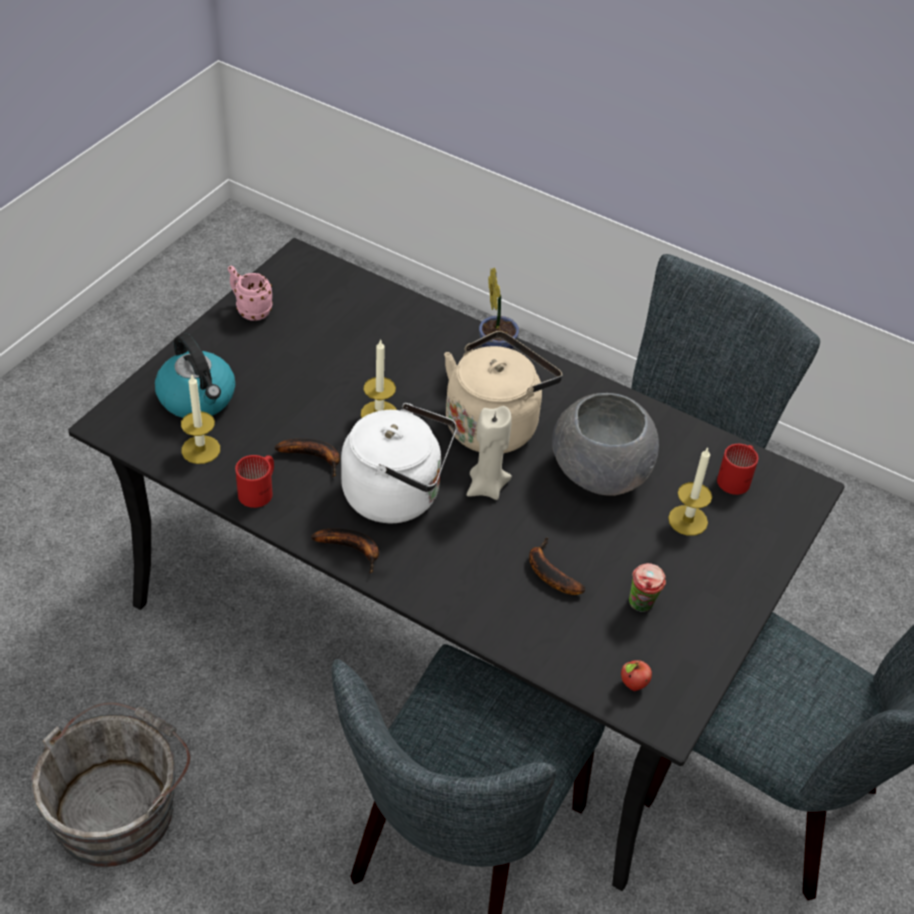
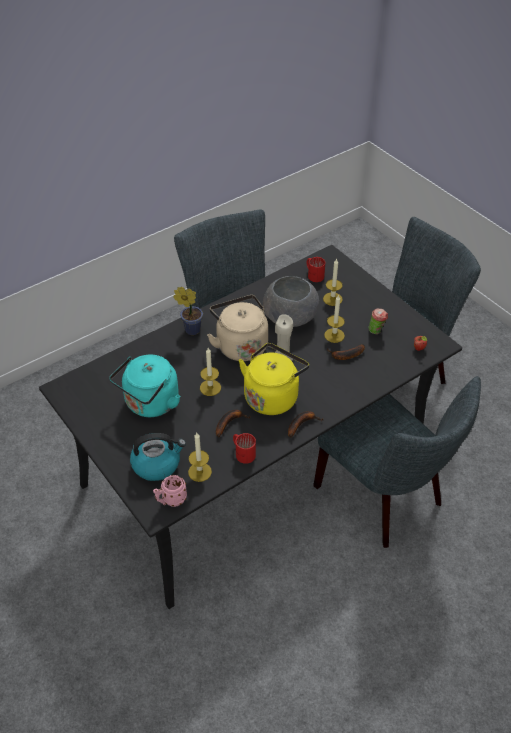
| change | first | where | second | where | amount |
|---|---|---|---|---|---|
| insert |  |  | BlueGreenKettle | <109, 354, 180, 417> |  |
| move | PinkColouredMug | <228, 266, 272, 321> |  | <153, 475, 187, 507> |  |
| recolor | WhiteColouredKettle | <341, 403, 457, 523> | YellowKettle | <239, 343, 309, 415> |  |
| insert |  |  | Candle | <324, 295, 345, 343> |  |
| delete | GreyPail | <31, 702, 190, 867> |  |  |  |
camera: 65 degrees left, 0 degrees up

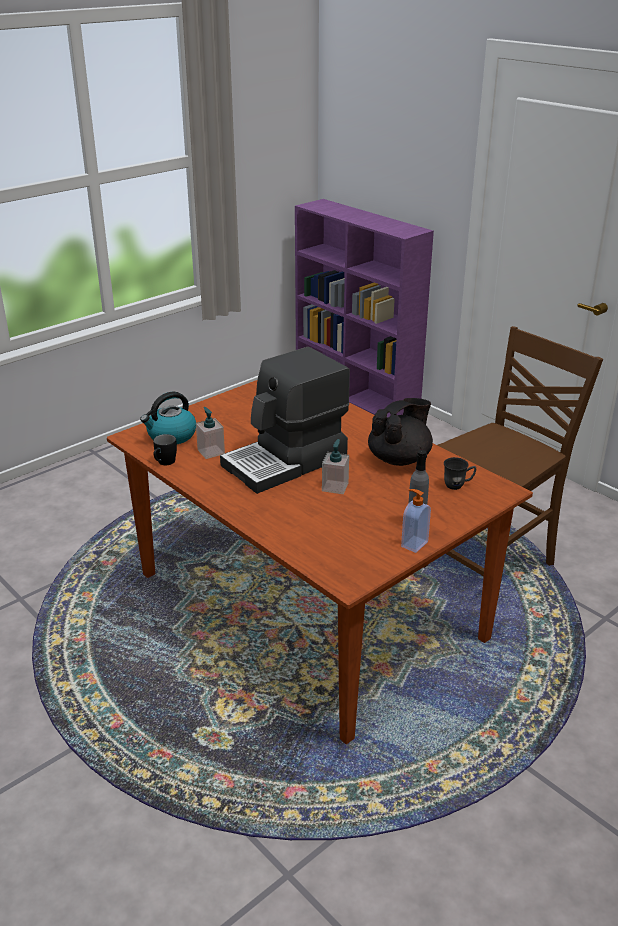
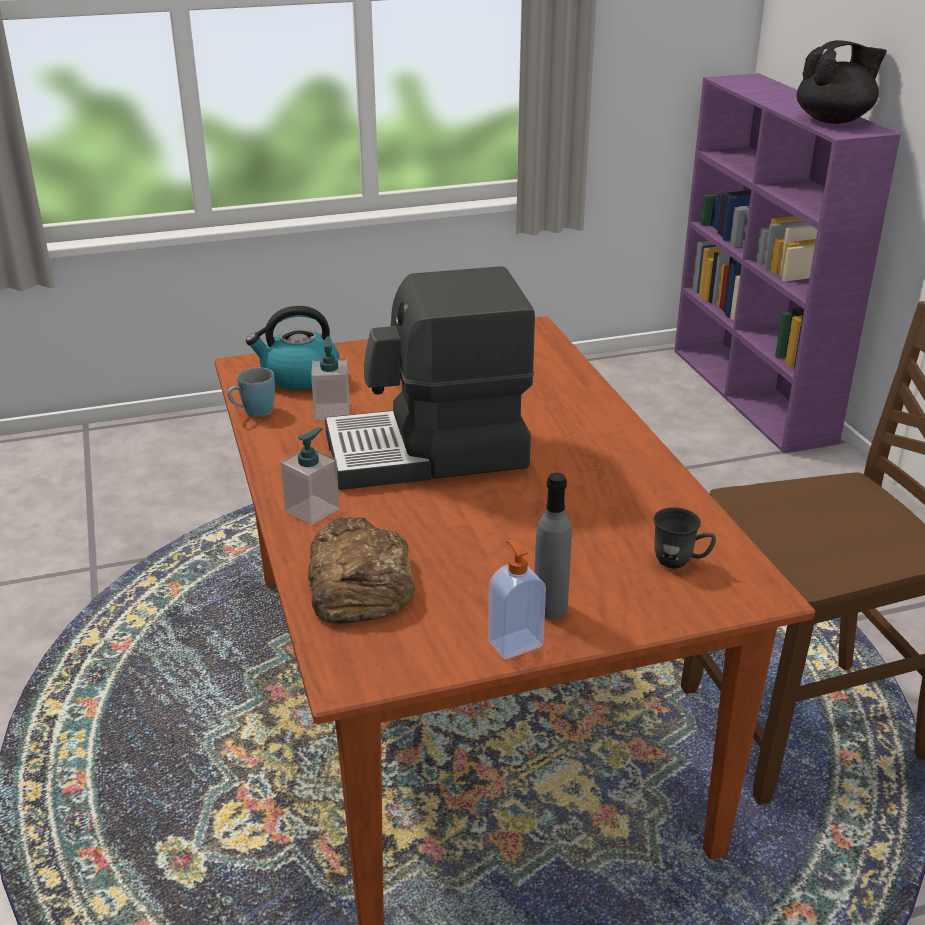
| change | first | where | second | where | amount |
|---|---|---|---|---|---|
| recolor | BlackishMug | <153, 434, 177, 465> | BluishMug | <227, 367, 275, 417> |  |
| move | SoapDispenser | <322, 439, 349, 494> |  | <280, 427, 340, 525> |  |
| insert |  |  | BakeryBread | <308, 517, 415, 624> |  |
| move | BlackishTeaPot | <368, 398, 433, 466> |  | <797, 40, 887, 124> |  |
camera: 25 degrees right, 0 degrees up

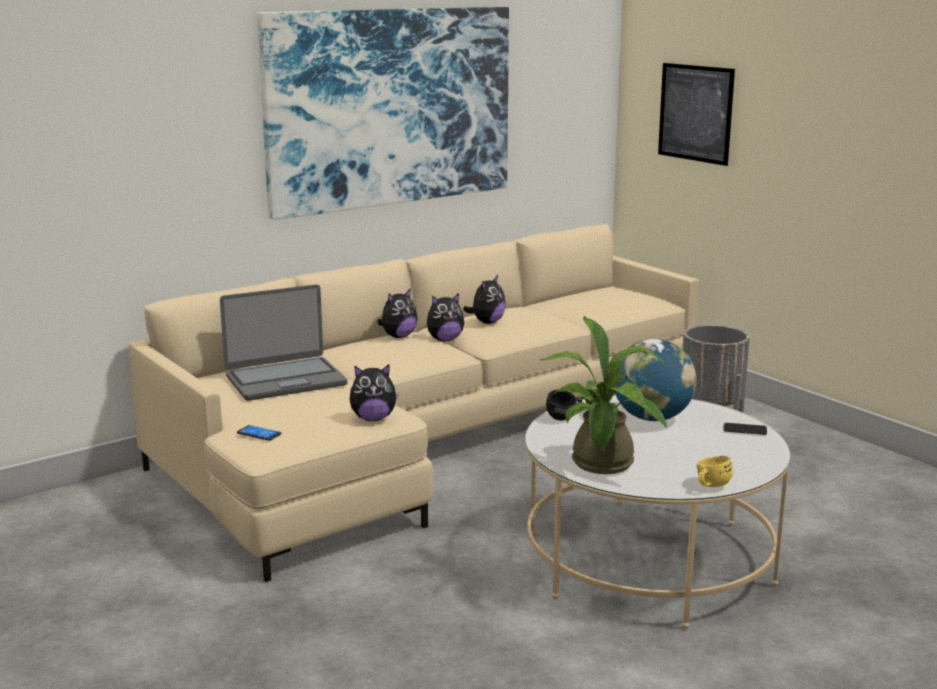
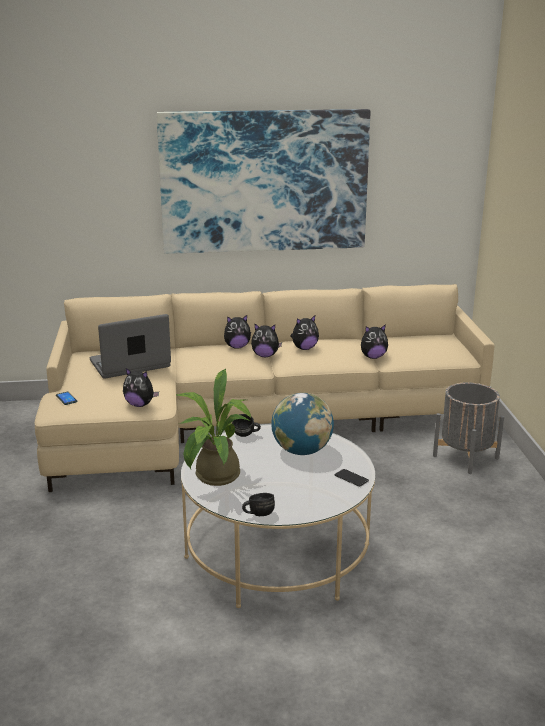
| change | first | where | second | where | amount |
|---|---|---|---|---|---|
| rotate | Laptop | <220, 284, 348, 401> |  | <90, 314, 171, 379> | 150 degrees clockwise |
| recolor | YellowMug | <696, 456, 733, 487> | BlackishMug | <242, 493, 275, 516> |  |
| insert |  |  | PlushToy | <361, 324, 388, 359> |  |
| delete | Picture | <658, 63, 735, 166> |  |  |  |
camera: 30 degrees right, 5 degrees up

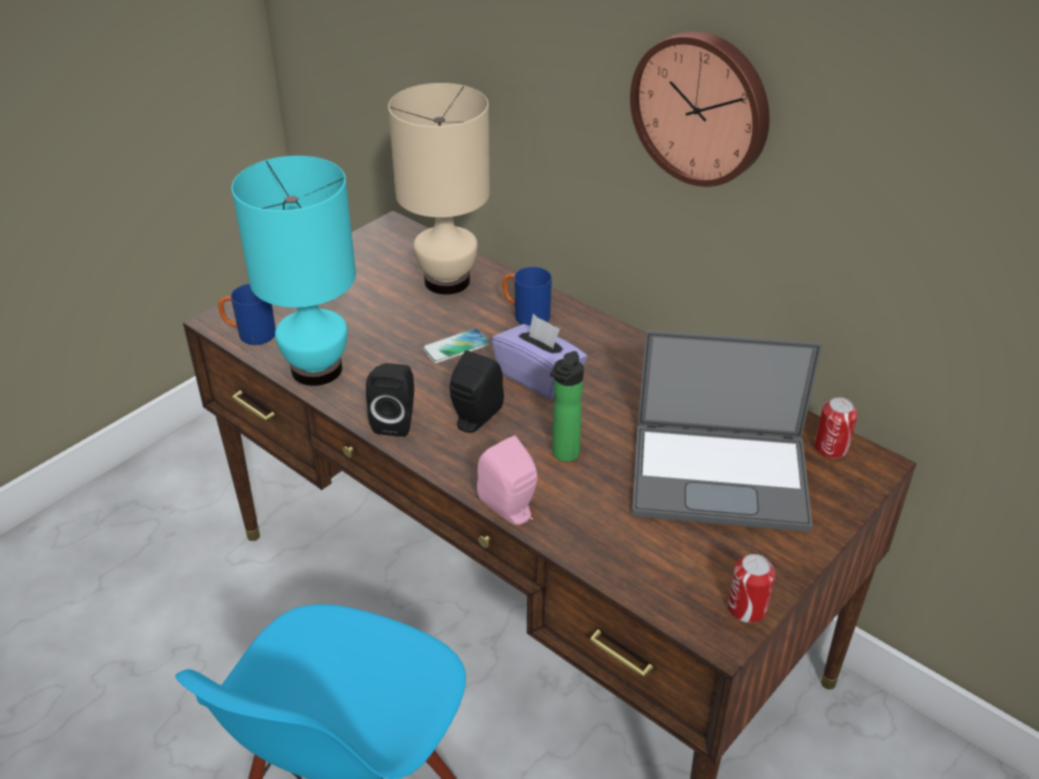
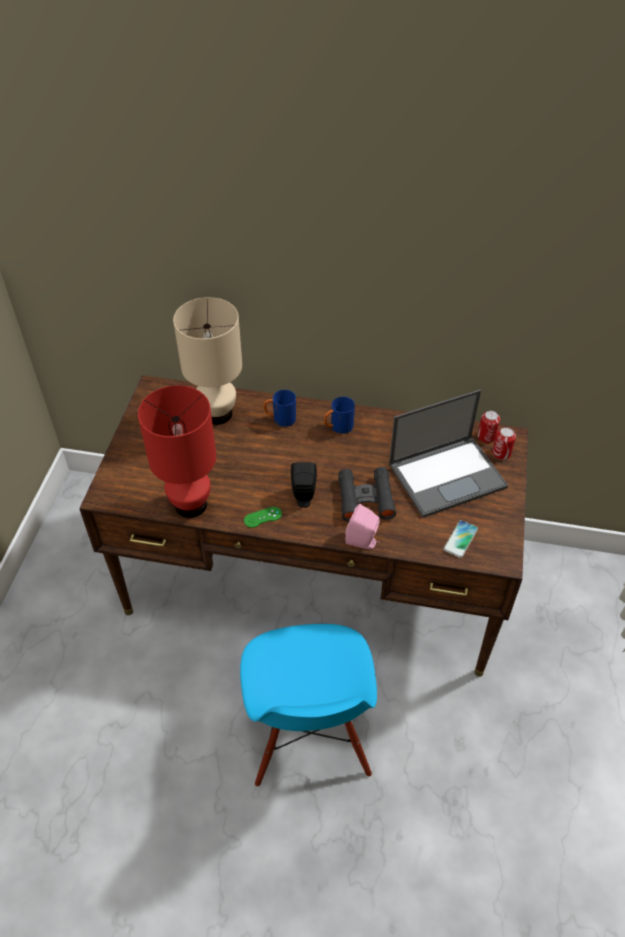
| change | first | where | second | where | amount |
|---|---|---|---|---|---|
| recolor | BlueGreenTabletopLamp | <231, 156, 356, 386> | RedTabletopLamp | <138, 385, 216, 518> |  |
| replace | BlackishLoudspeaker | <366, 363, 414, 437> | GreenColouredGameController | <244, 507, 282, 528> |  |
| move | BluishMug | <218, 284, 276, 345> |  | <324, 397, 355, 434> |  |
| replace | DrinkBottle | <550, 351, 584, 462> | BlackishFieldGlasses | <338, 467, 396, 522> |  |
| move | Handset | <422, 328, 490, 363> |  | <443, 520, 478, 558> |  |
| move | MetalCan | <728, 554, 775, 623> |  | <492, 427, 516, 460> |  |
| delete | PurplishTissueHolder | <491, 314, 587, 400> |  |  |  |
| delete | WallClock | <630, 31, 770, 187> |  |  |  |
camera: 30 degrees left, 10 degrees up

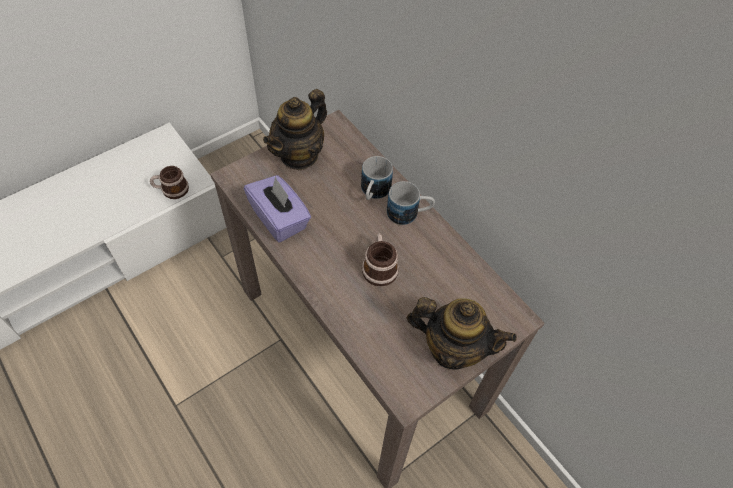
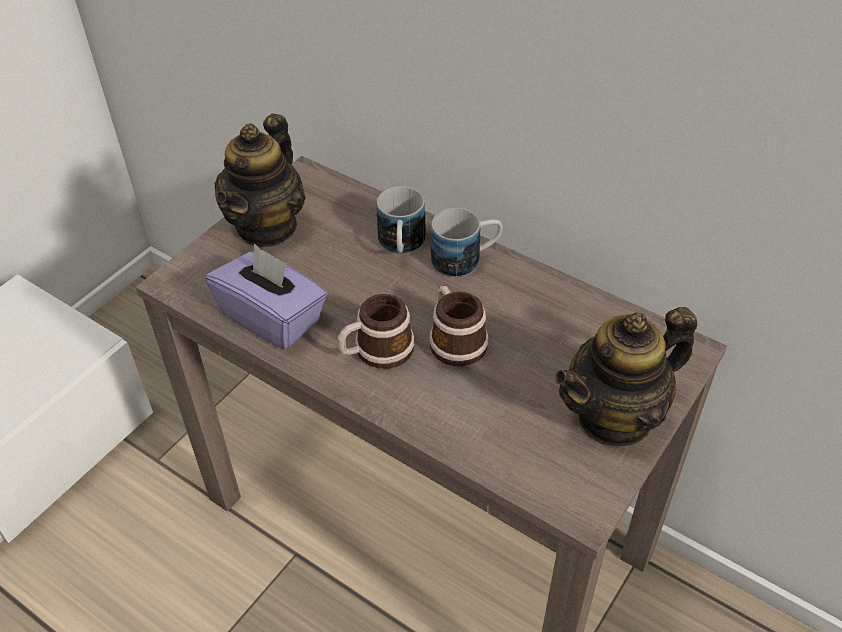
| change | first | where | second | where | amount |
|---|---|---|---|---|---|
| move | Mug | <150, 166, 189, 199> |  | <338, 294, 415, 369> |  |
| rotate | TeaPot | <407, 297, 517, 370> |  | <555, 307, 697, 448> | 150 degrees clockwise |
camera: 15 degrees left, 10 degrees down

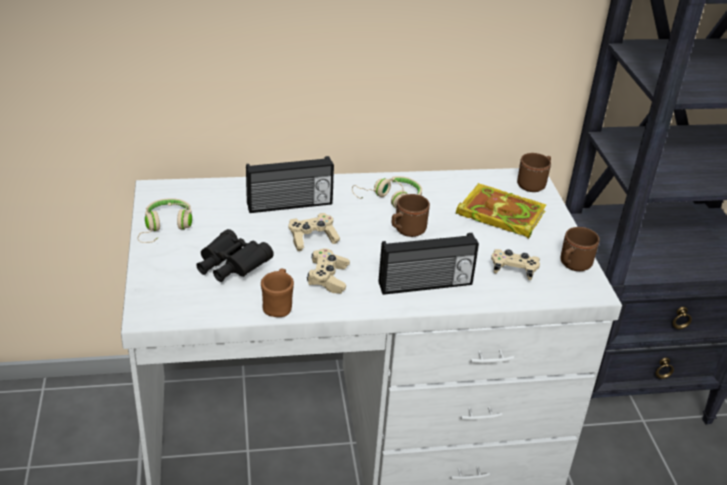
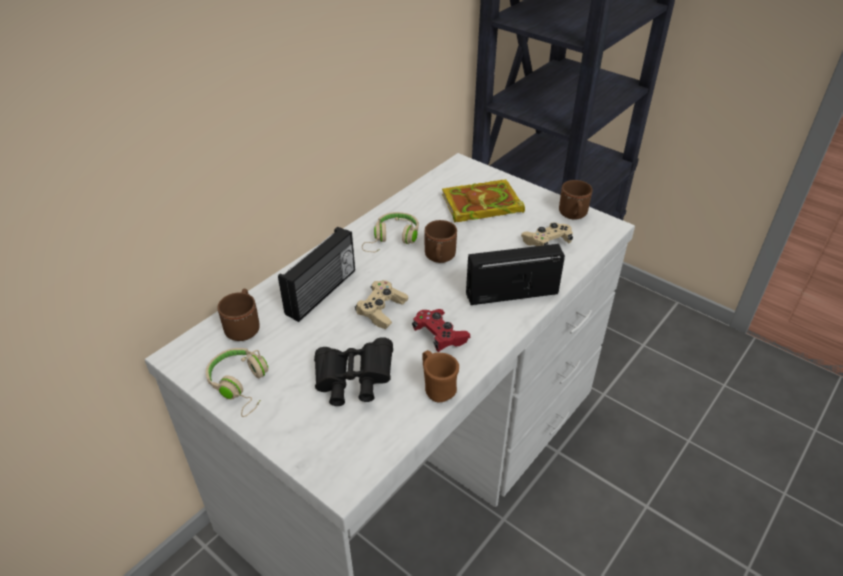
| change | first | where | second | where | amount |
|---|---|---|---|---|---|
| move | BrownishMug | <517, 153, 551, 192> |  | <217, 289, 260, 341> |  |
| recolor | SandColouredGameController | <307, 248, 350, 294> | RedGameController | <412, 309, 470, 352> |  |
| rotate | RadioReceiver | <378, 233, 479, 295> |  | <466, 244, 565, 305> | 135 degrees counterclockwise |
camera: 40 degrees left, 5 degrees up

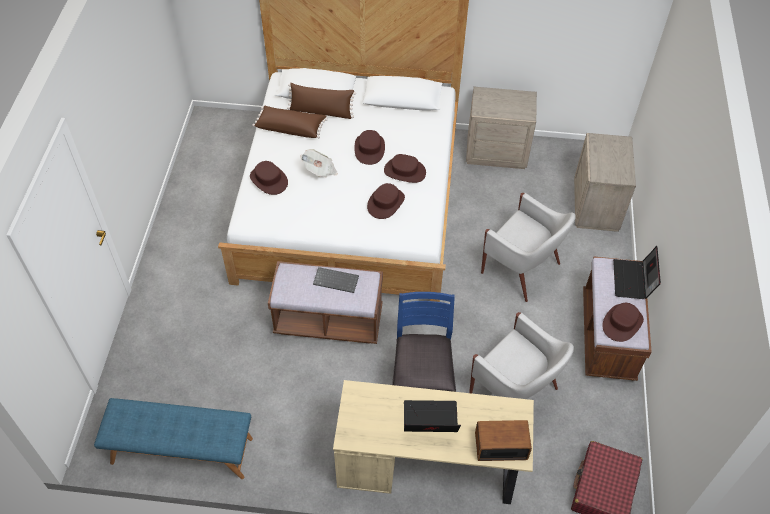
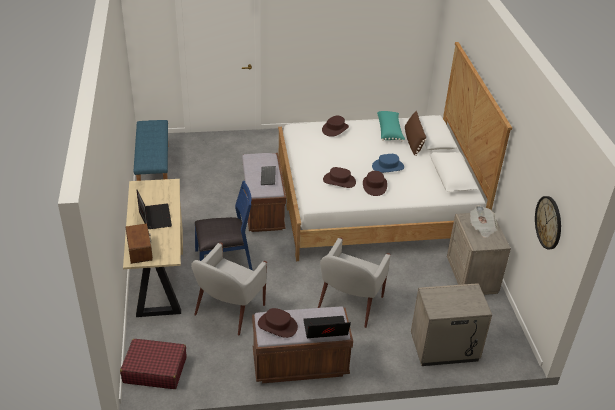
| change | first | where | second | where | amount |
|---|---|---|---|---|---|
| recolor | BrownishClothingHat | <355, 130, 385, 165> | BluishClothingHat | <372, 154, 404, 173> |  |
| recolor | BrownishThrowPillow | <252, 106, 328, 138> | BlueGreenThrowPillow | <377, 111, 405, 142> |  |
| move | Newspaper | <300, 149, 338, 177> |  | <470, 205, 497, 238> |  |
| insert |  |  | WallClock | <535, 196, 561, 249> |  |
camera: 75 degrees right, 15 degrees down

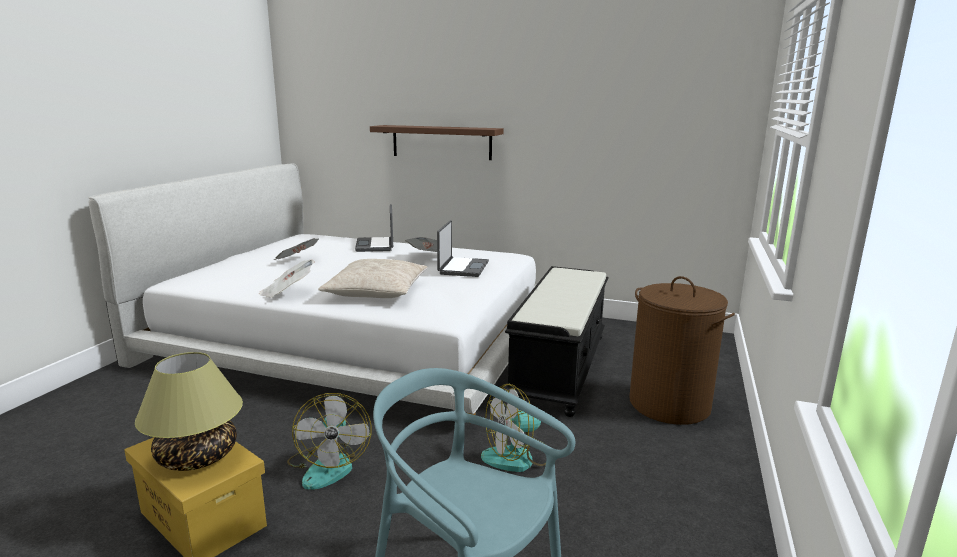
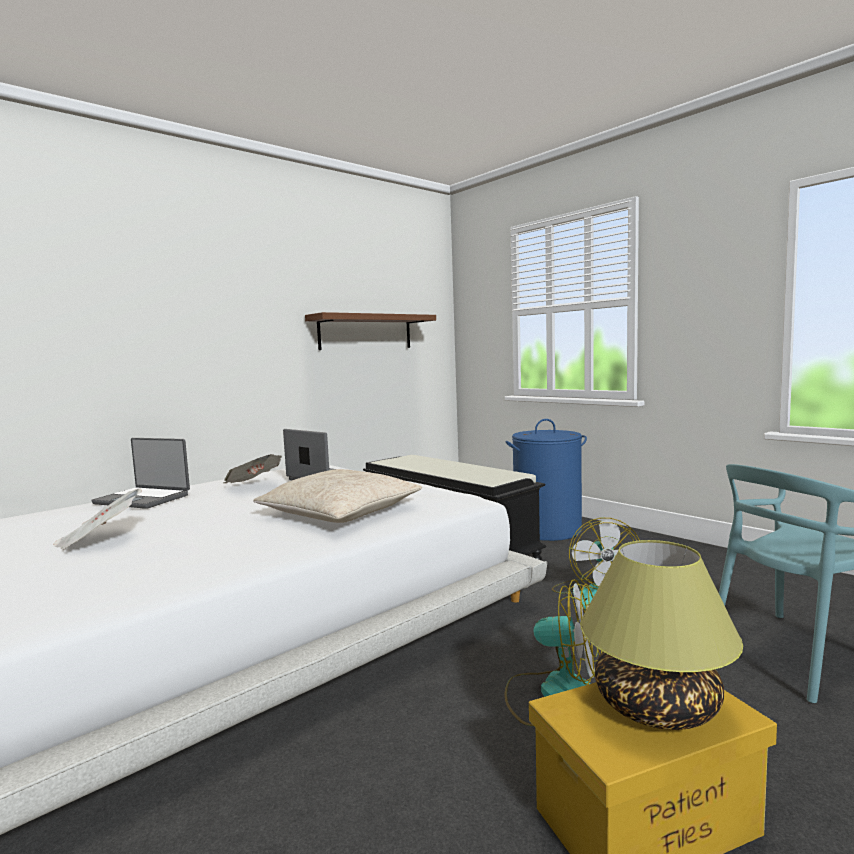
| change | first | where | second | where | amount |
|---|---|---|---|---|---|
| move | BrownishWallShelf | <370, 125, 504, 160> |  | <305, 312, 436, 350> |  |
| recolor | BrownishLaundryBasket | <629, 276, 735, 425> | BluishLaundryBasket | <506, 419, 587, 541> |  |
| delete | Newspaper | <259, 259, 315, 298> |  |  |  |
camera: 60 degrees left, 10 degrees down

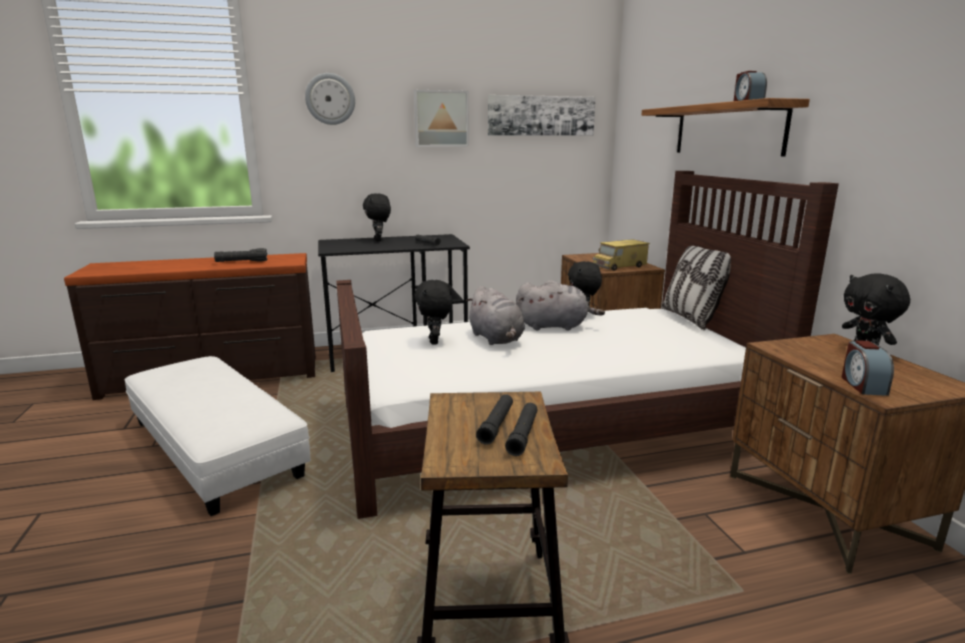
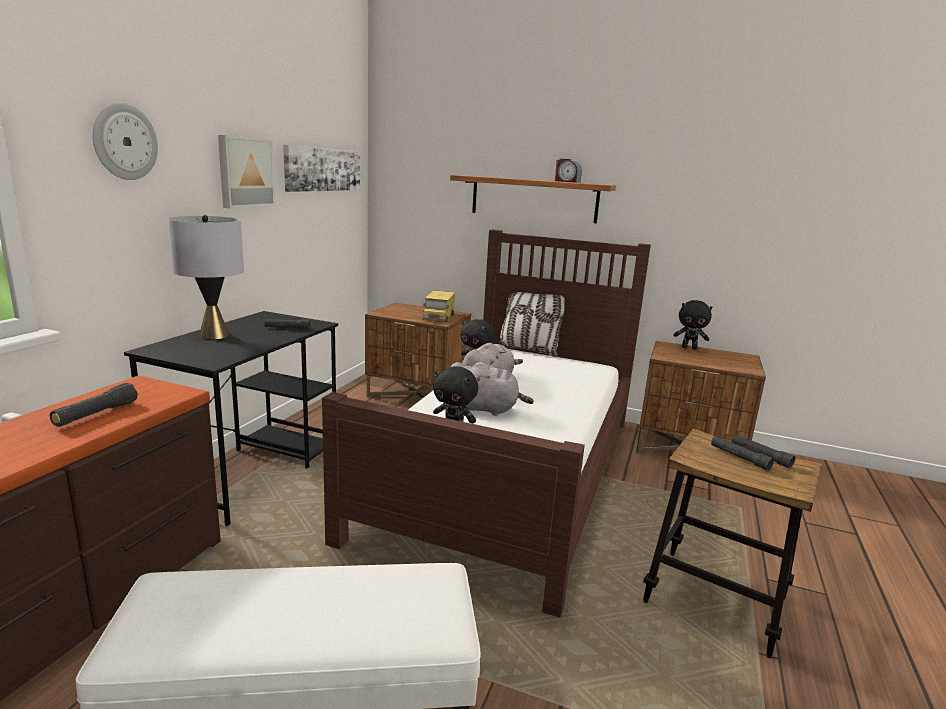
| change | first | where | second | where | amount |
|---|---|---|---|---|---|
| replace | BlackishPlushToy | <363, 193, 391, 241> | GreyTabletopLamp | <168, 215, 244, 340> |  |
| delete | AlarmClock | <842, 340, 894, 396> |  |  |  |
camera: 55 degrees left, 0 degrees up

